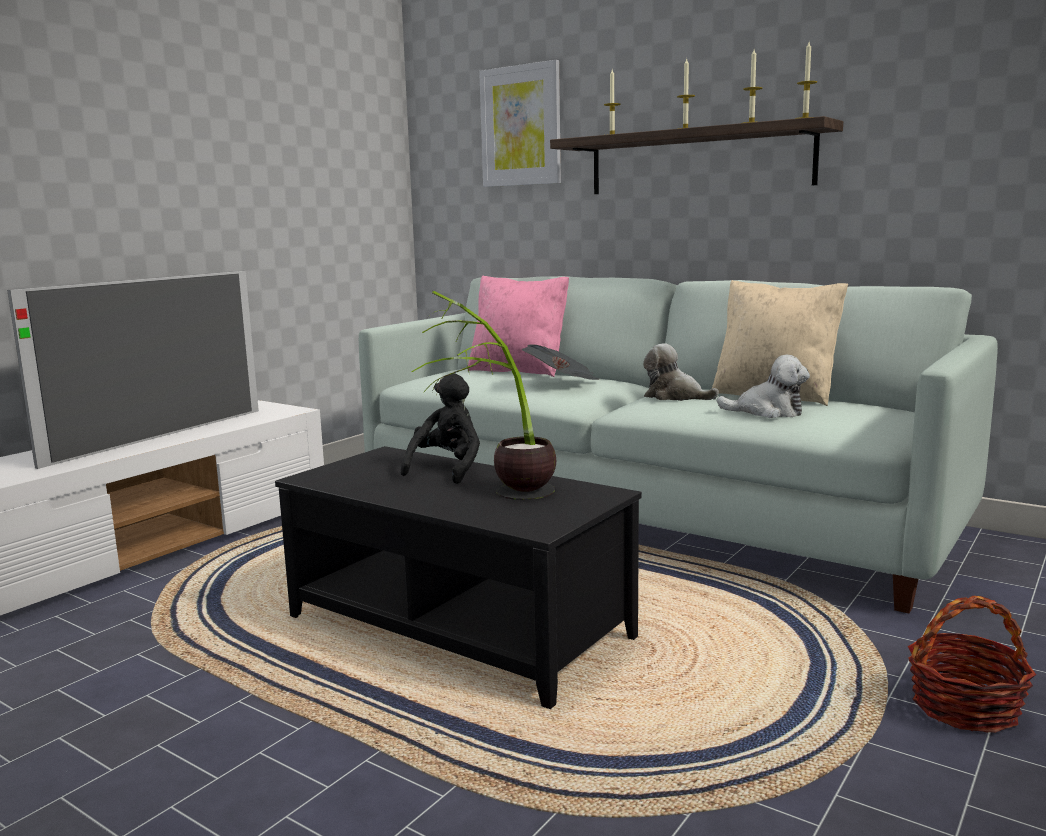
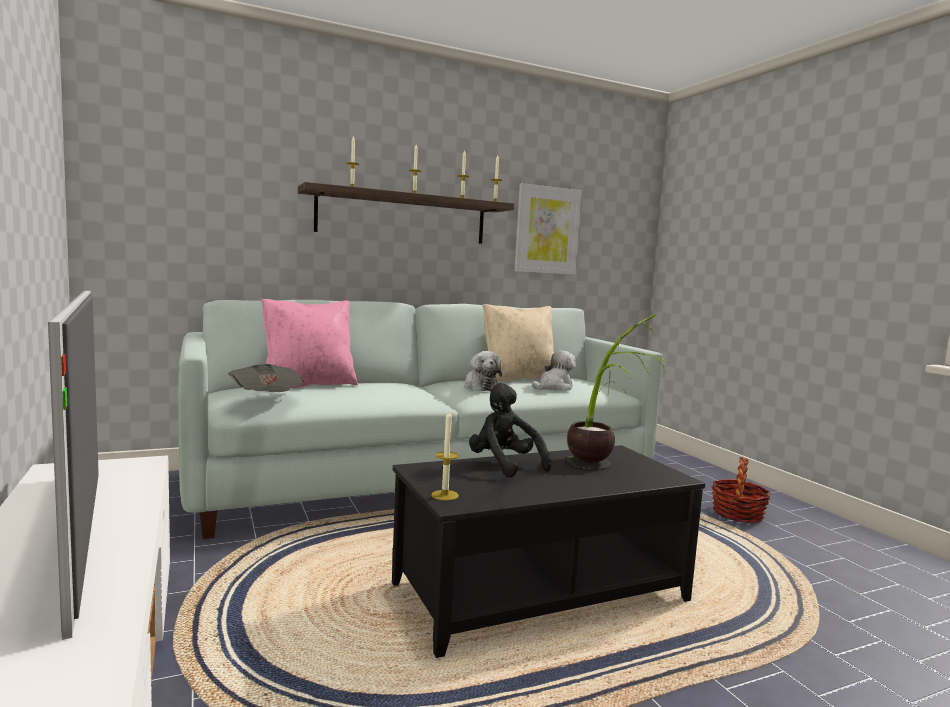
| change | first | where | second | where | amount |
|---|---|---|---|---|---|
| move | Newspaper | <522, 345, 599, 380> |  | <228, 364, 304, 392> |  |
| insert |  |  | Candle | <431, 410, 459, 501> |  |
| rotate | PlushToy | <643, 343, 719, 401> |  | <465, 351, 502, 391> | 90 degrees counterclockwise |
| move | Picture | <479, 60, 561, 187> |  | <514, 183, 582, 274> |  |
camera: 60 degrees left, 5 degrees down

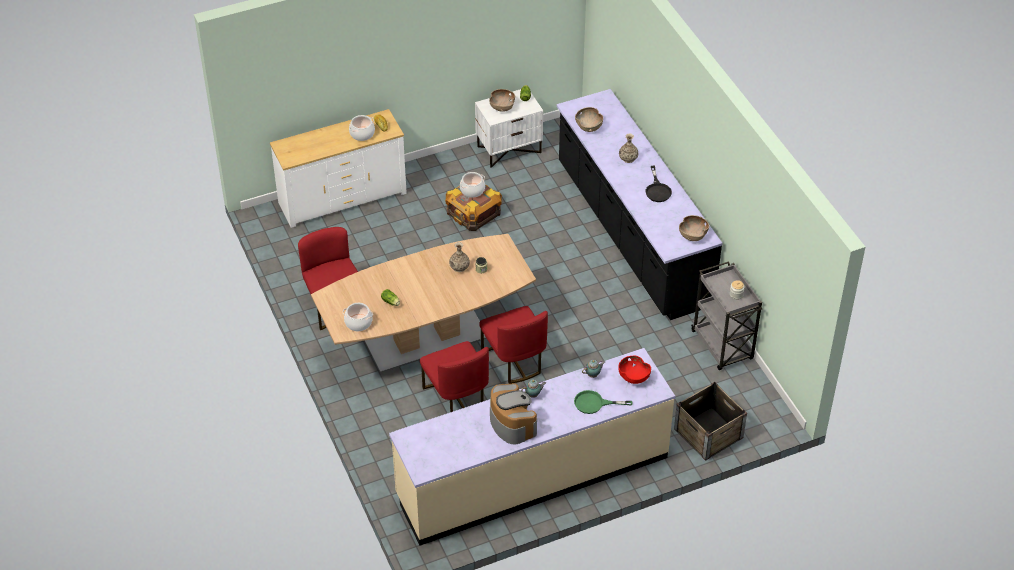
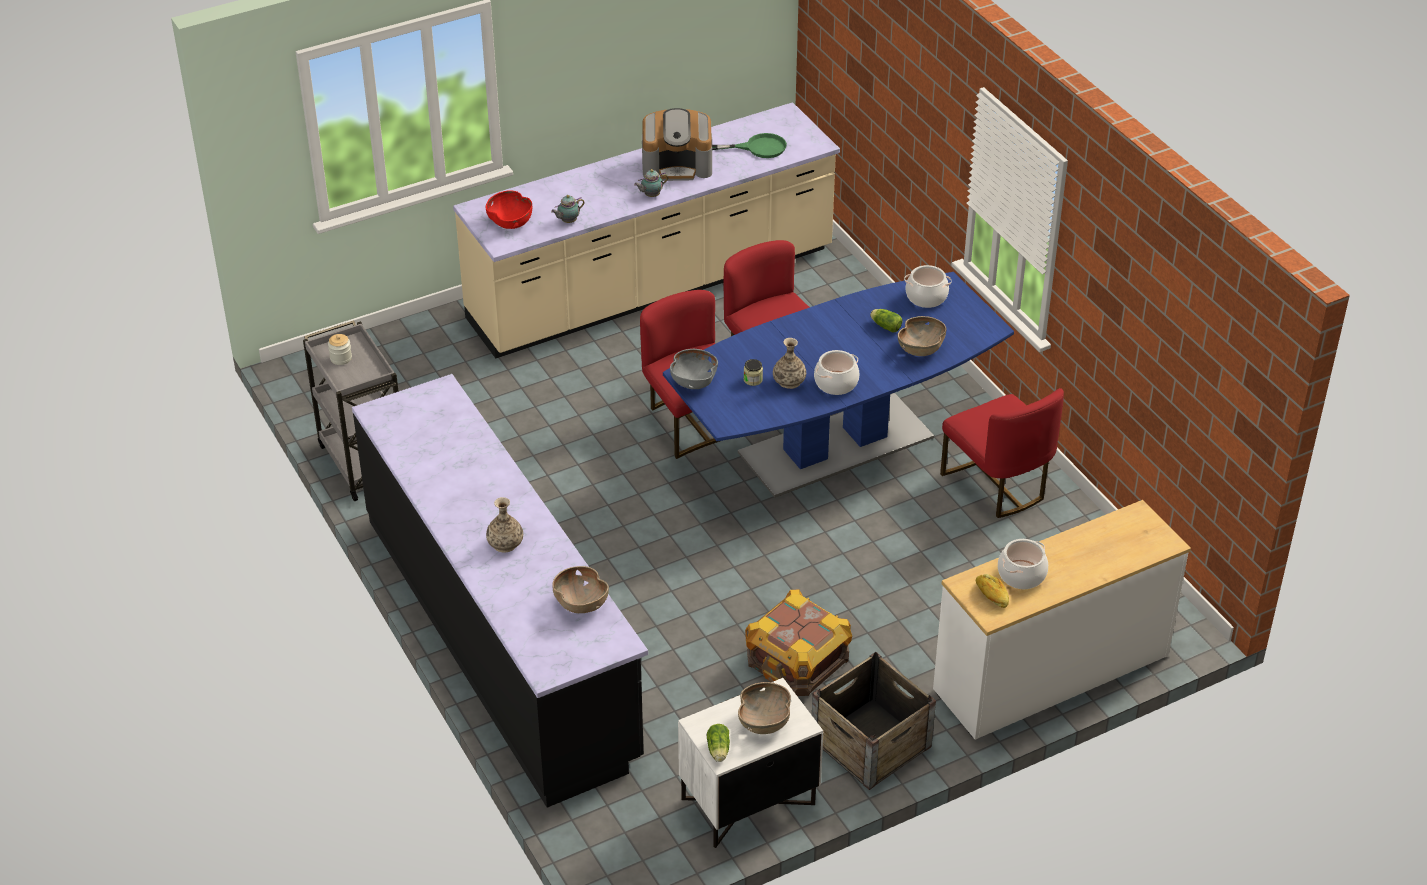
| change | first | where | second | where | amount |
|---|---|---|---|---|---|
| rotate | CoffeeMaker | <490, 383, 537, 444> |  | <642, 108, 712, 181> | 60 degrees counterclockwise |
| recolor | BrownishKitchenTable | <311, 234, 536, 373> | BluishKitchenTable | <663, 272, 1014, 498> |  |
| insert |  |  | GreyServingBowl | <670, 349, 718, 389> |  |
| move | GreenColouredSkillet | <574, 390, 633, 414> |  | <712, 133, 787, 158> |  |
| move | ShippingCrate | <674, 382, 747, 461> |  | <812, 652, 936, 790> |  |
| move | CookingPot | <460, 172, 485, 198> |  | <814, 350, 859, 395> |  |
| move | BrownishServingBowl | <679, 215, 709, 241> |  | <898, 316, 946, 356> |  |
| delete | BlackishSkillet | <646, 166, 672, 202> |  |  |  |
camera: 175 degrees right, 5 degrees down

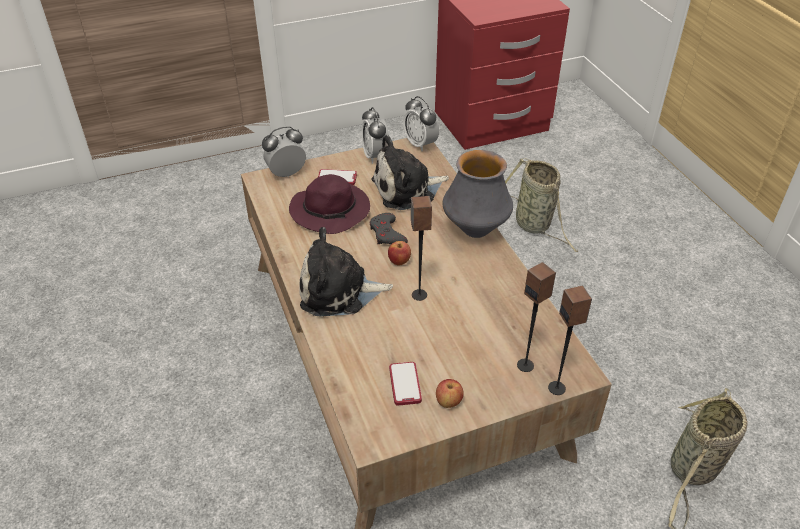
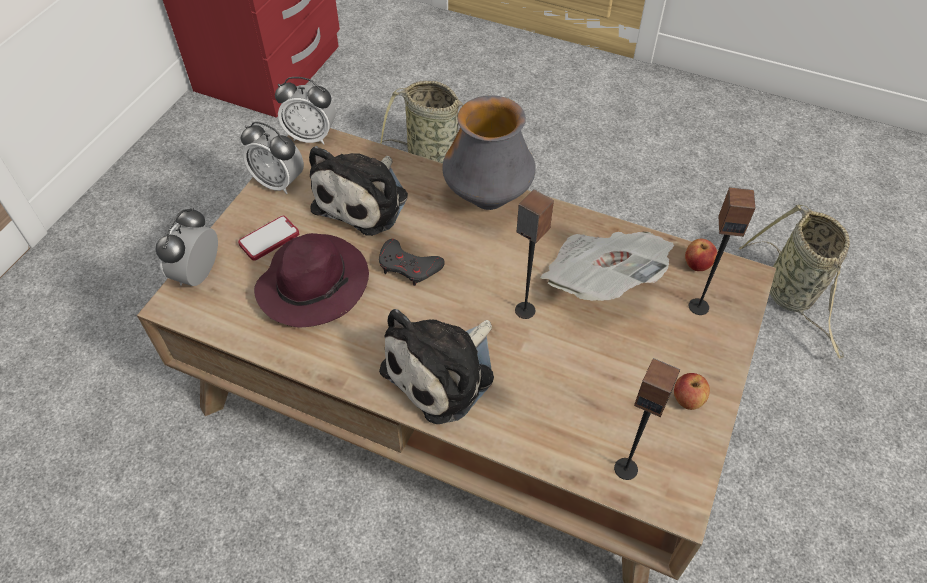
| change | first | where | second | where | amount |
|---|---|---|---|---|---|
| insert |  |  | Newspaper | <540, 232, 674, 301> |  |
| move | Loudspeaker | <548, 286, 592, 395> |  | <614, 358, 680, 480> |  |
| move | AppleFruit | <388, 241, 411, 266> |  | <685, 239, 717, 271> |  |
| delete | Handset | <389, 362, 422, 405> |  |  |  |
camera: 45 degrees left, 10 degrees up

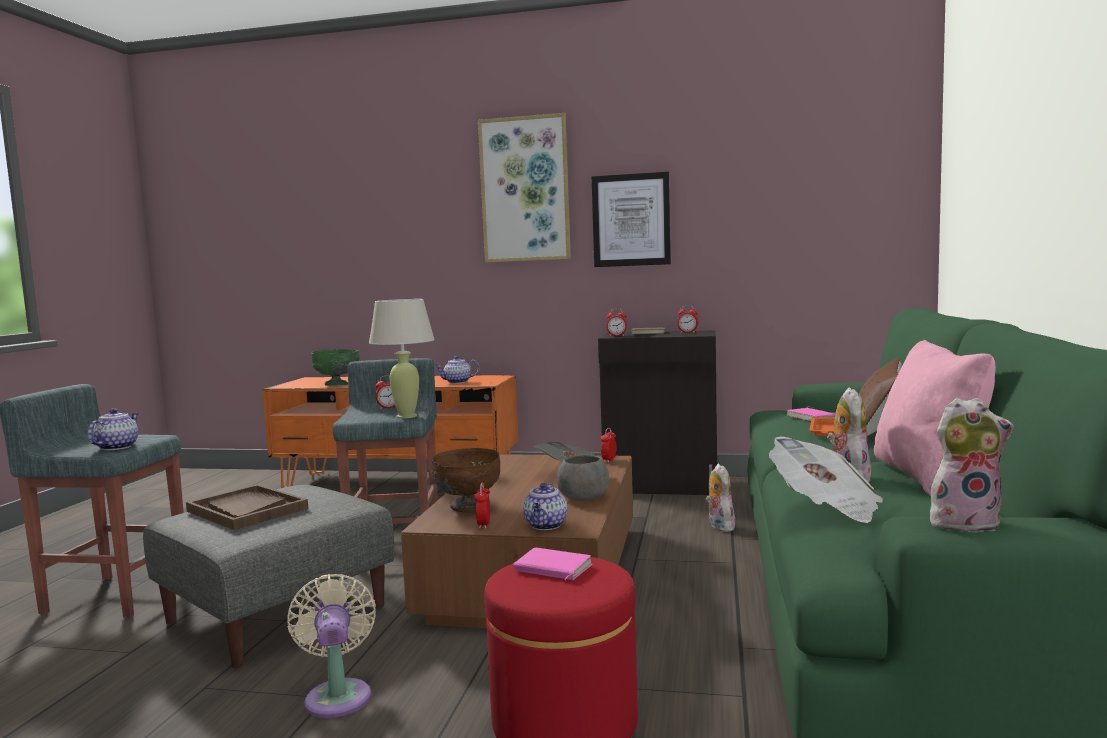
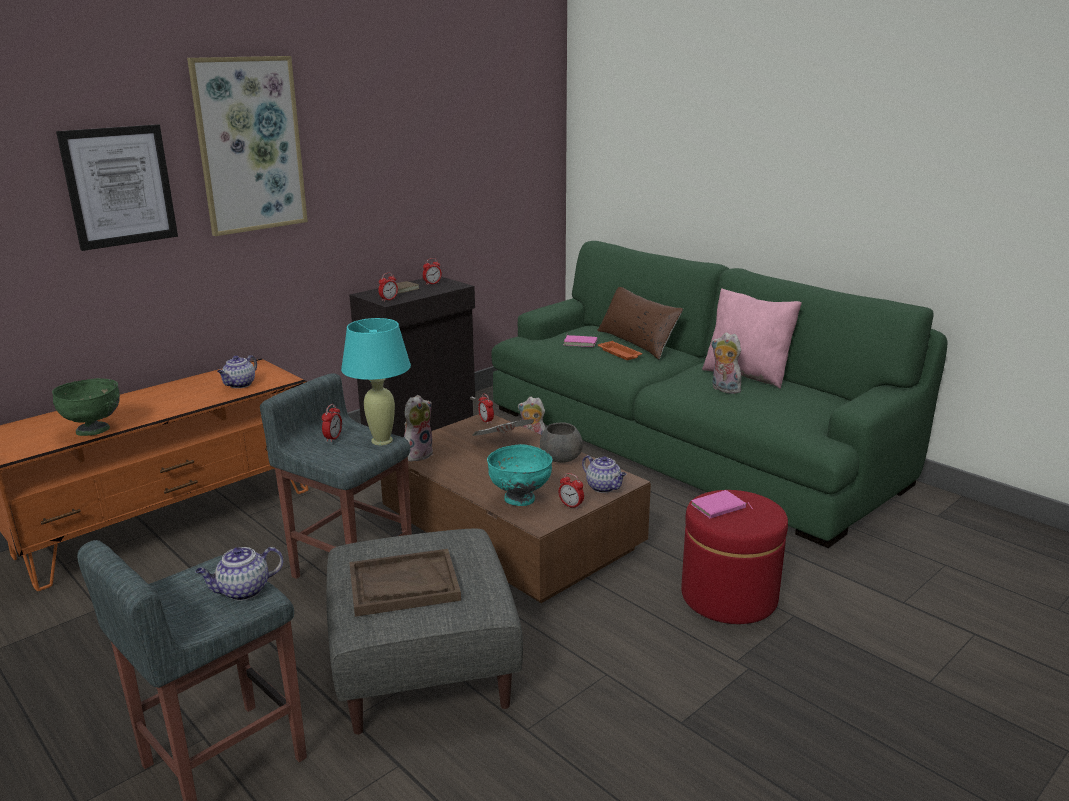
| change | first | where | second | where | amount |
|---|---|---|---|---|---|
| move | Picture | <592, 172, 671, 267> |  | <56, 124, 178, 251> |  |
| rotate | TeaPot | <88, 408, 138, 450> |  | <195, 547, 283, 601> | 75 degrees counterclockwise |
| recolor | SandColouredTabletopLamp | <369, 299, 435, 418> | BlueGreenTabletopLamp | <341, 318, 411, 445> |  |
| move | PlushToy | <930, 398, 1014, 533> |  | <404, 395, 433, 462> |  |
| recolor | BrownishServingBowl | <431, 448, 500, 513> | BlueGreenServingBowl | <487, 444, 553, 506> |  |
| delete | SandColouredCoolingFan | <288, 574, 376, 718> |  |  |  |
| delete | Newspaper | <769, 437, 883, 523> |  |  |  |
camera: 55 degrees left, 15 degrees up

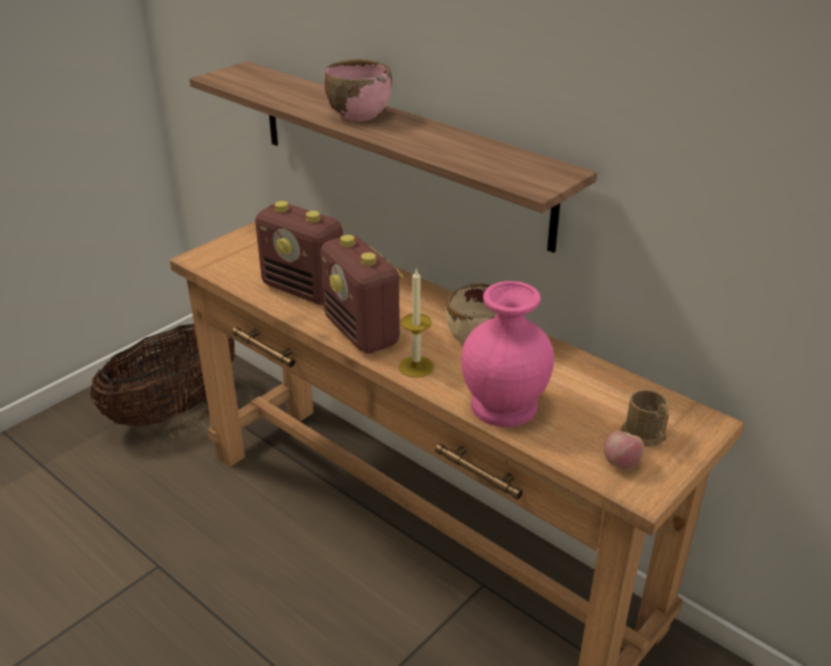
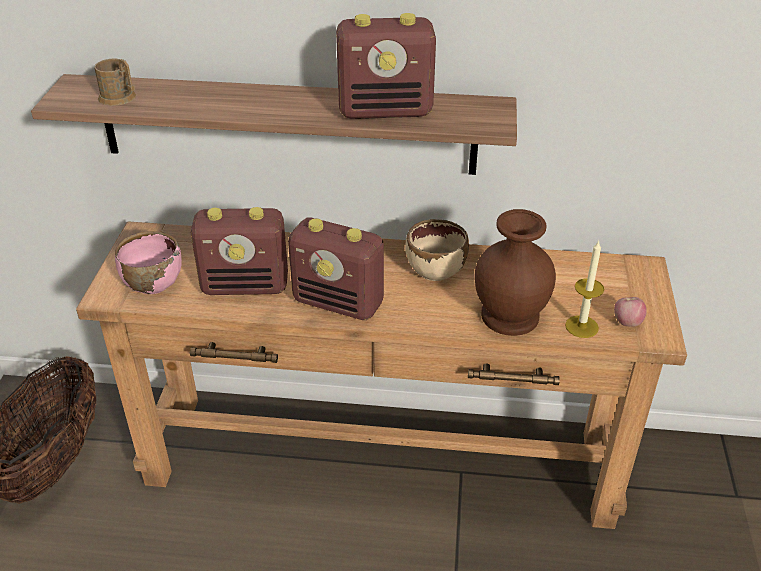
| change | first | where | second | where | amount |
|---|---|---|---|---|---|
| move | BrownishMug | <621, 390, 669, 447> |  | <94, 58, 136, 106> |  |
| move | PinkColouredServingBowl | <324, 59, 392, 121> |  | <115, 231, 182, 294> |  |
| insert |  |  | RadioReceiver | <336, 13, 436, 119> |  |
| recolor | PinkColouredVase | <461, 281, 554, 427> | BrownishVase | <475, 209, 556, 336> |  |
| move | Candle | <399, 267, 434, 378> |  | <565, 240, 604, 338> |  |
camera: 35 degrees left, 5 degrees up

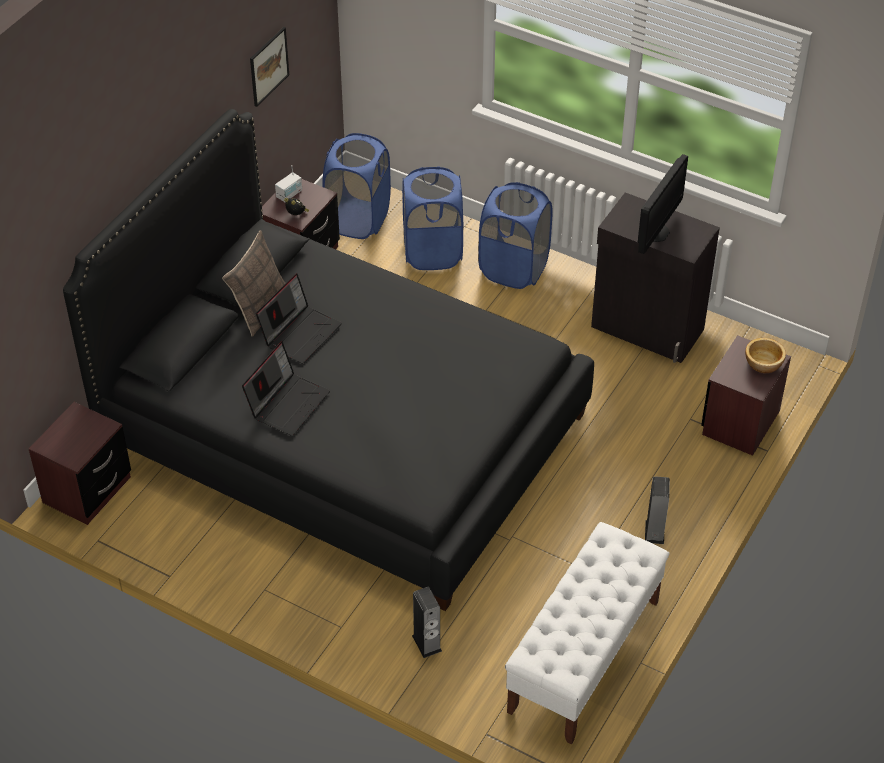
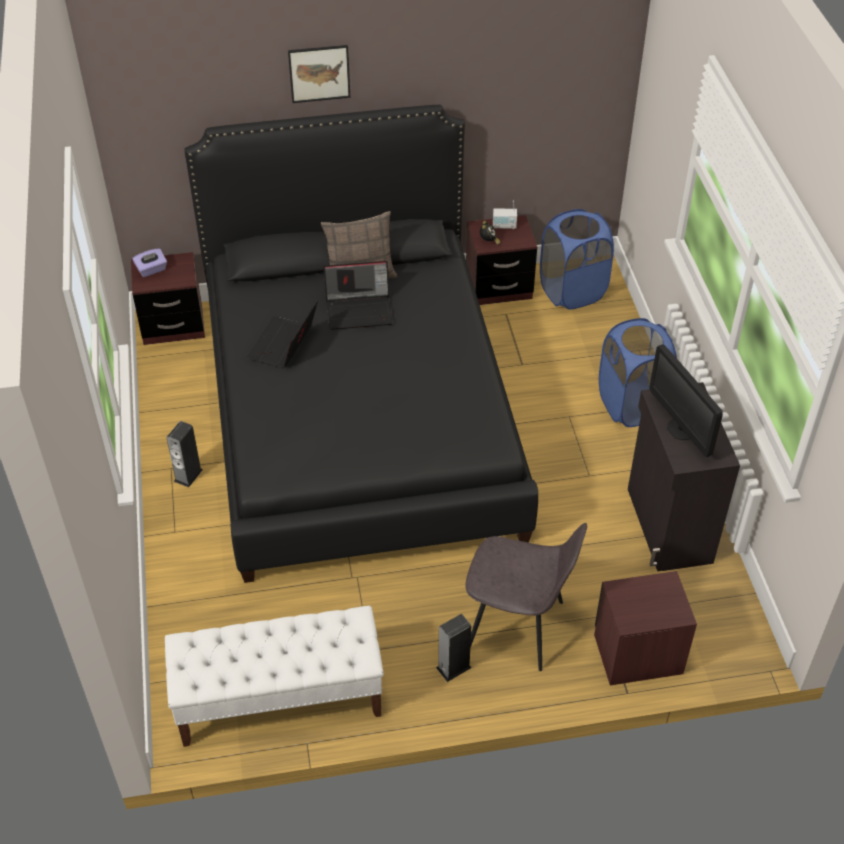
| change | first | where | second | where | amount |
|---|---|---|---|---|---|
| insert |  |  | PurplishTissueHolder | <132, 249, 167, 277> |  |
| move | Loudspeaker | <412, 587, 442, 658> |  | <166, 421, 203, 488> |  |
| rotate | Laptop | <242, 341, 330, 436> |  | <247, 299, 318, 368> | 120 degrees clockwise |
| move | Picture | <250, 27, 289, 107> |  | <288, 45, 350, 103> |  |
| insert |  |  | GreyUprightChair | <466, 523, 587, 671> |  |
| rotate | ComputerScreen | <638, 154, 688, 254> |  | <649, 344, 723, 457> | 75 degrees clockwise |
| delete | BluishLaundryBasket | <402, 167, 463, 270> |  |  |  |
| delete | ServingBowl | <745, 338, 786, 373> |  |  |  |
camera: 50 degrees right, 0 degrees up

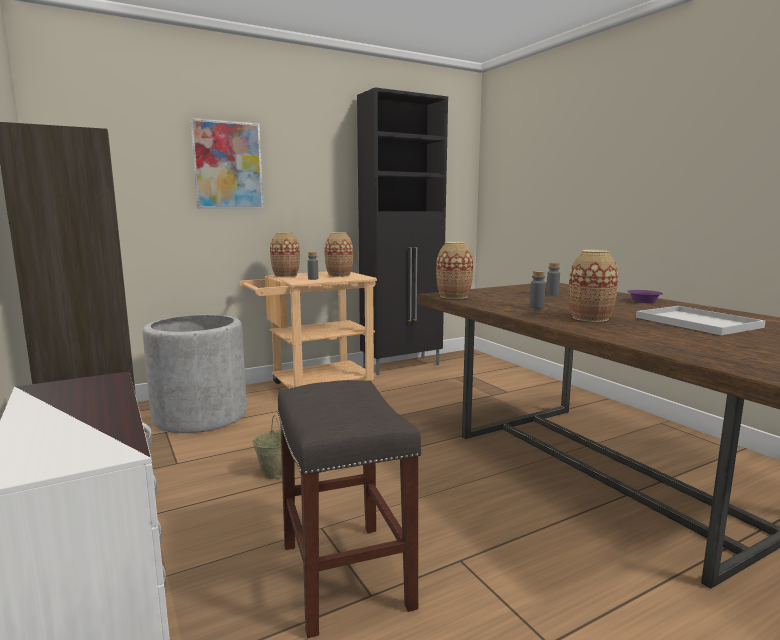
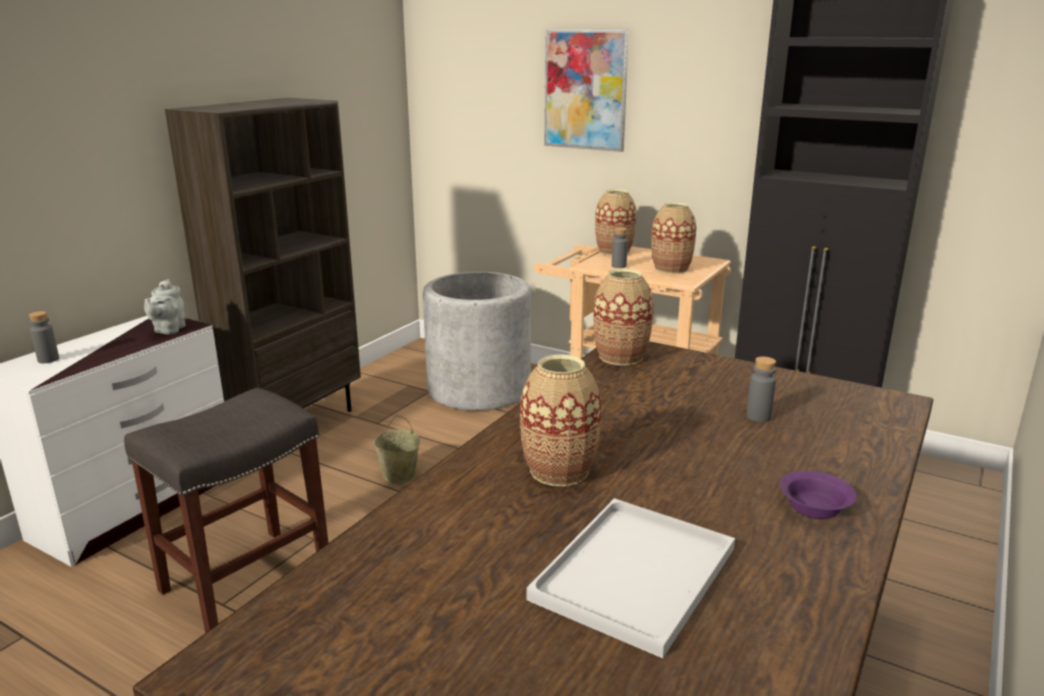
| change | first | where | second | where | amount |
|---|---|---|---|---|---|
| move | GreyDrinkBottle | <530, 271, 546, 309> |  | <29, 311, 59, 363> |  |
| insert |  |  | GreyTeaPot | <144, 279, 186, 334> |  |
camera: 60 degrees right, 10 degrees up

